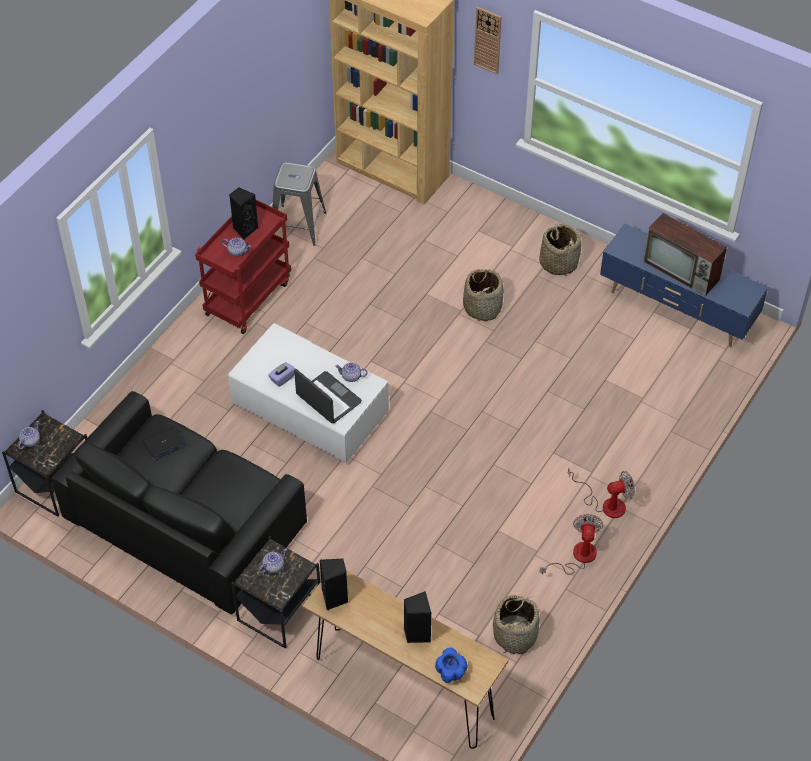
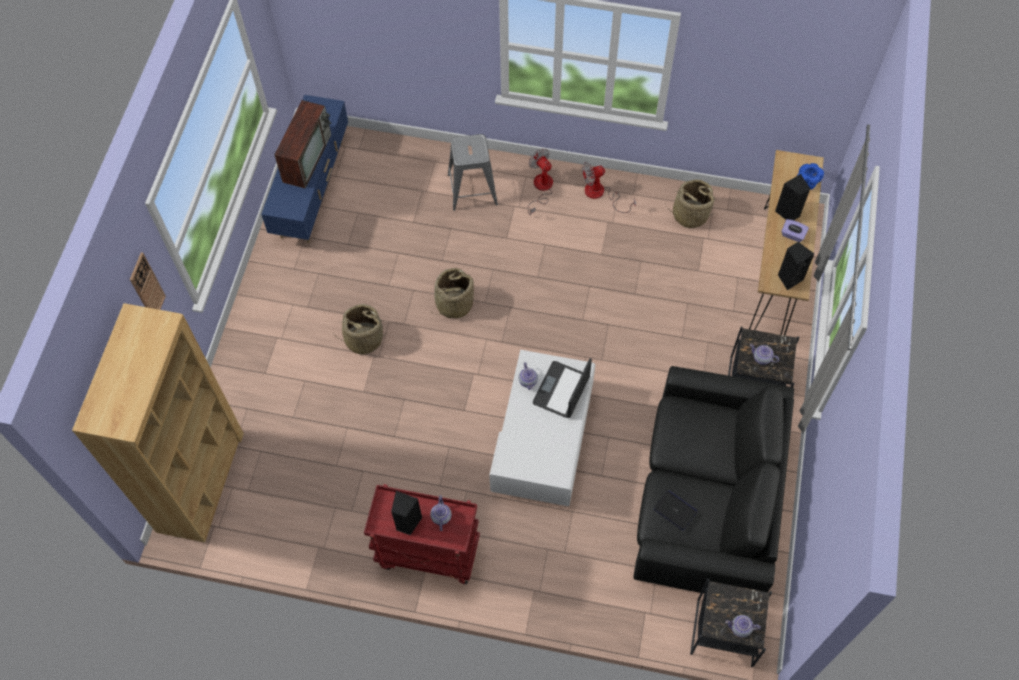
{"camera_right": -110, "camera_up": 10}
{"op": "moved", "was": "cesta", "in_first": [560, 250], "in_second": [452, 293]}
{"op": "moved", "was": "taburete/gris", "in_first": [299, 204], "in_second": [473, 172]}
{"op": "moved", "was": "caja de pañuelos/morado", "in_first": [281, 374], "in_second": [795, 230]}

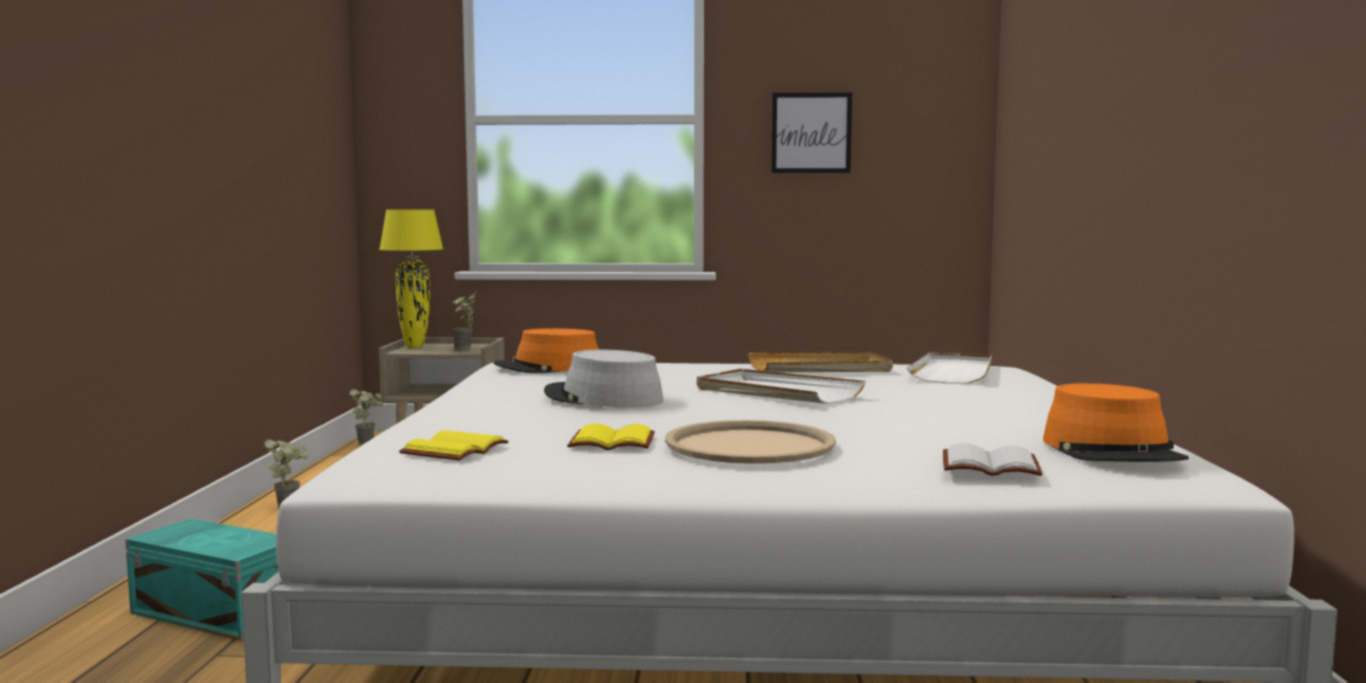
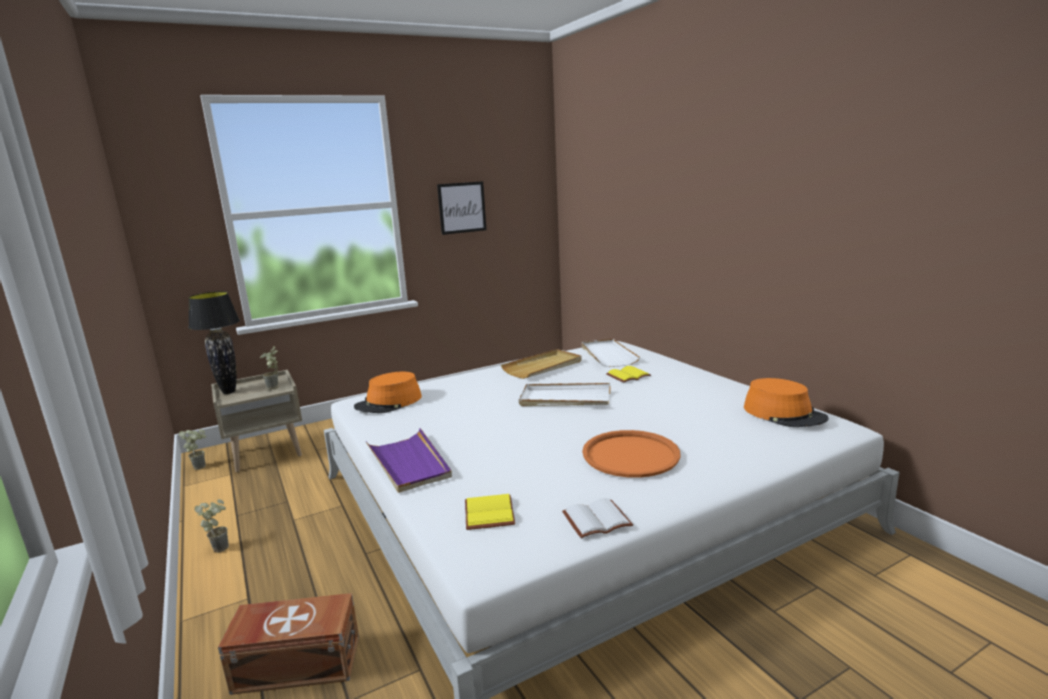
{"camera_right": -30, "camera_up": 10}
{"op": "recoloured", "was": "lámpara de mesa/amarillo", "now": "lámpara de mesa/negro", "in_first": [411, 279], "in_second": [214, 342]}
{"op": "recoloured", "was": "caja de almacenaje/turquesa", "now": "caja de almacenaje/marrón", "in_first": [202, 579], "in_second": [288, 644]}
{"op": "added", "now": "bandeja/morado", "in_second": [408, 460]}
{"op": "moved", "was": "libro/blanco", "in_first": [992, 459], "in_second": [597, 518]}
{"op": "recoloured", "was": "bandeja/beis", "now": "bandeja/naranja", "in_first": [750, 442], "in_second": [631, 454]}
{"op": "moved", "was": "libro/amarillo", "in_first": [611, 437], "in_second": [628, 374]}
{"op": "removed", "was": "sombrero/gris", "in_first": [604, 378]}

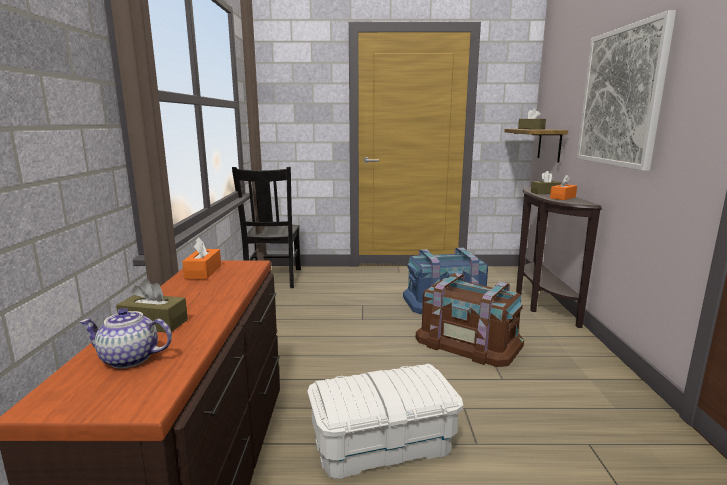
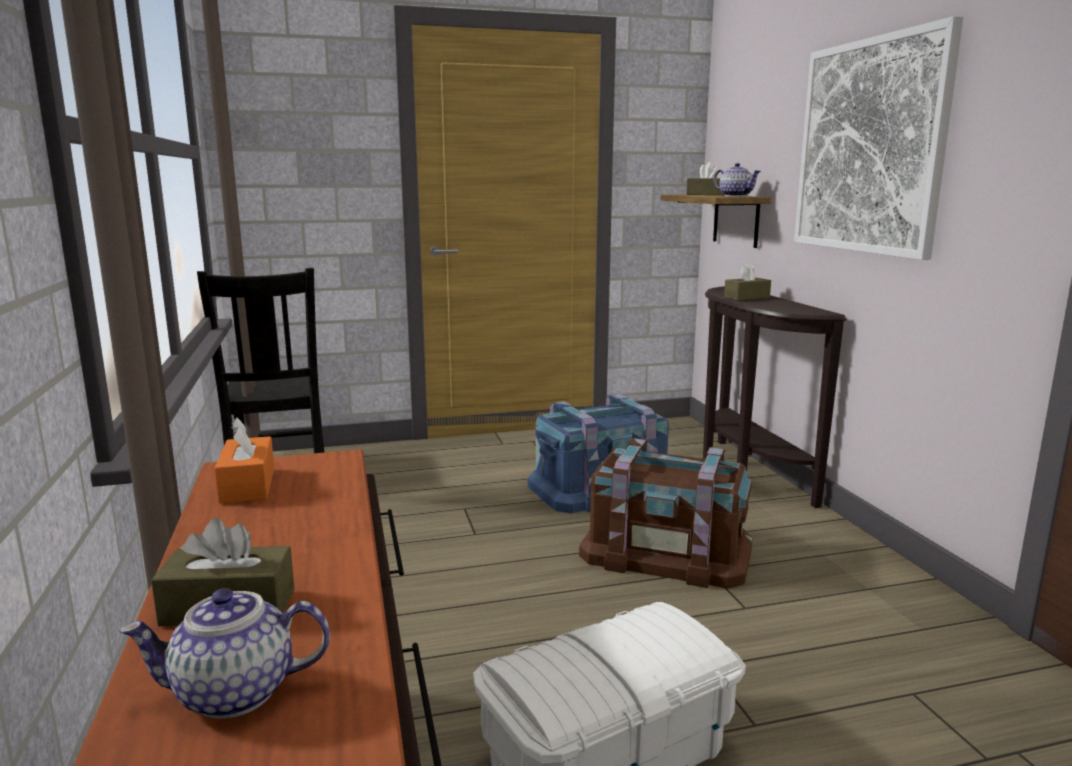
{"camera_right": -15, "camera_up": 0}
{"op": "added", "now": "tetera", "in_second": [737, 179]}
{"op": "removed", "was": "caja de pañuelos/naranja", "in_first": [563, 187]}

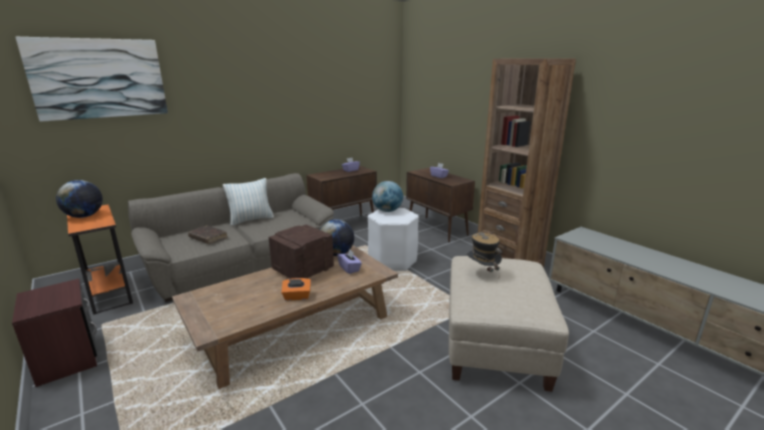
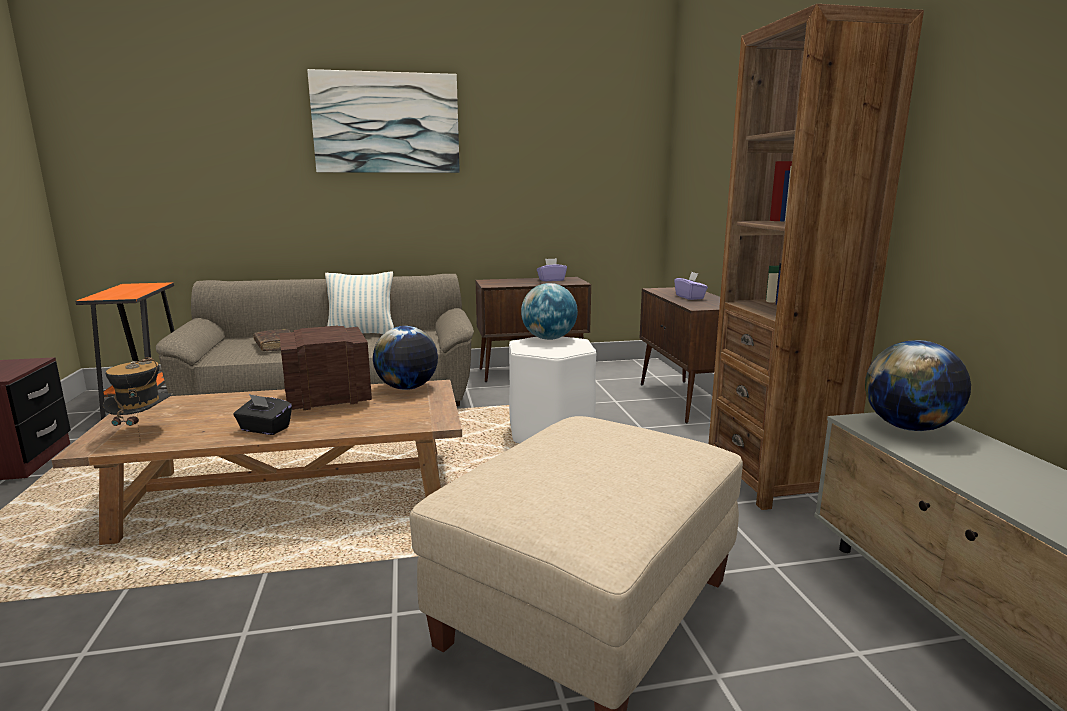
{"camera_right": 25, "camera_up": -5}
{"op": "moved", "was": "sombrero", "in_first": [484, 253], "in_second": [137, 400]}
{"op": "recoloured", "was": "caja de pañuelos/naranja", "now": "caja de pañuelos/negro", "in_first": [296, 289], "in_second": [262, 414]}
{"op": "moved", "was": "cuadro", "in_first": [92, 79], "in_second": [383, 121]}
{"op": "moved", "was": "globo terráqueo", "in_first": [79, 199], "in_second": [918, 385]}
{"op": "removed", "was": "caja de pañuelos/morado", "in_first": [349, 261]}

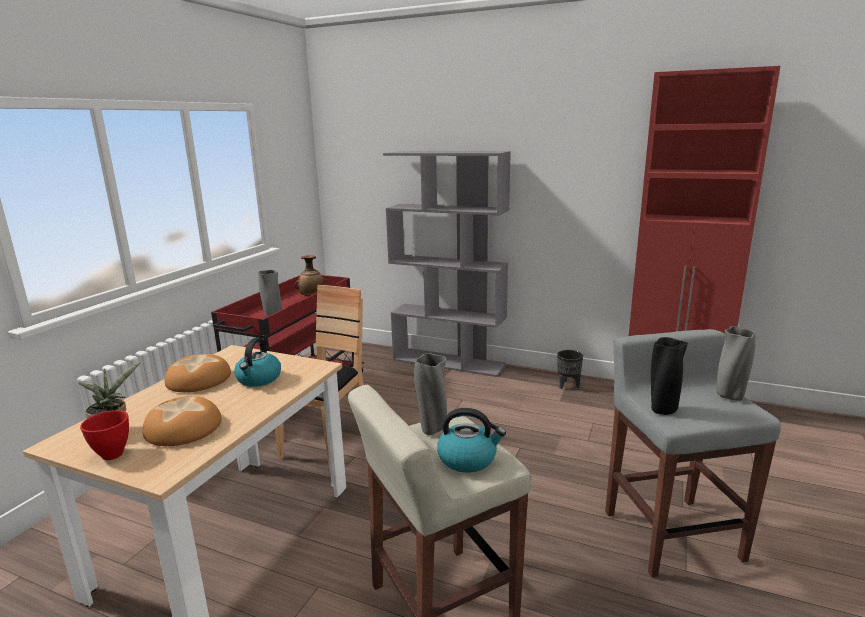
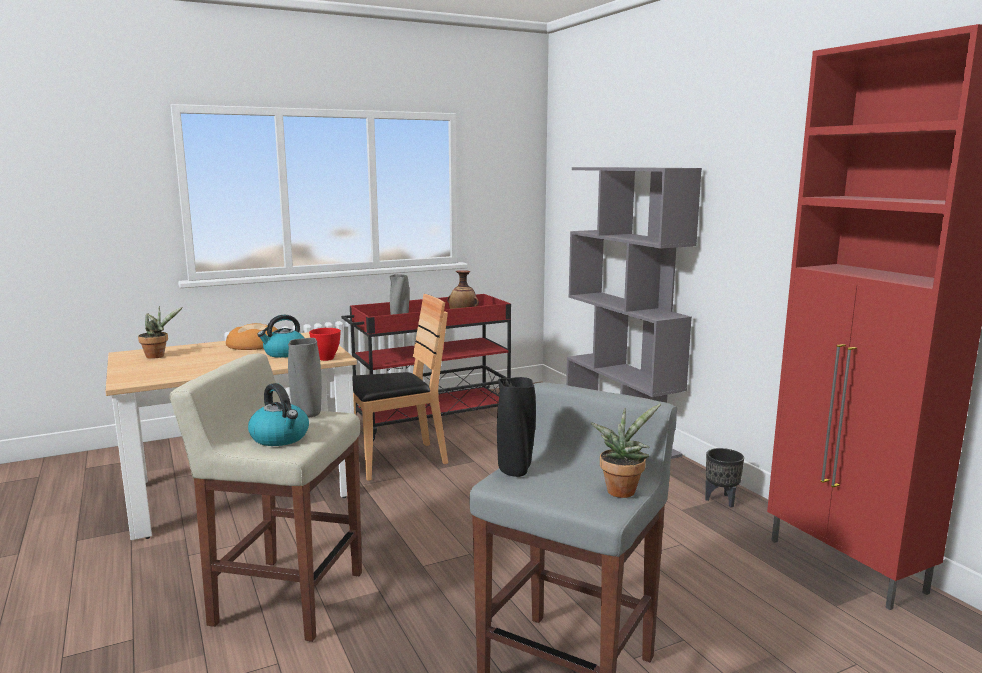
{"camera_right": 40, "camera_up": -5}
{"op": "moved", "was": "cuenco/rojo", "in_first": [104, 435], "in_second": [325, 344]}
{"op": "replaced", "was": "florero/gris", "now": "planta en maceta", "in_first": [736, 363], "in_second": [626, 451]}
{"op": "removed", "was": "pan", "in_first": [182, 421]}

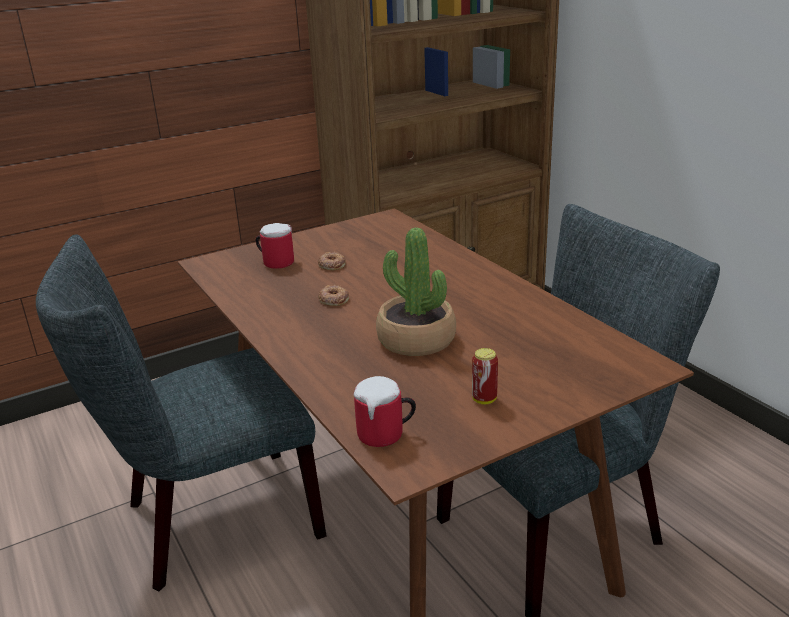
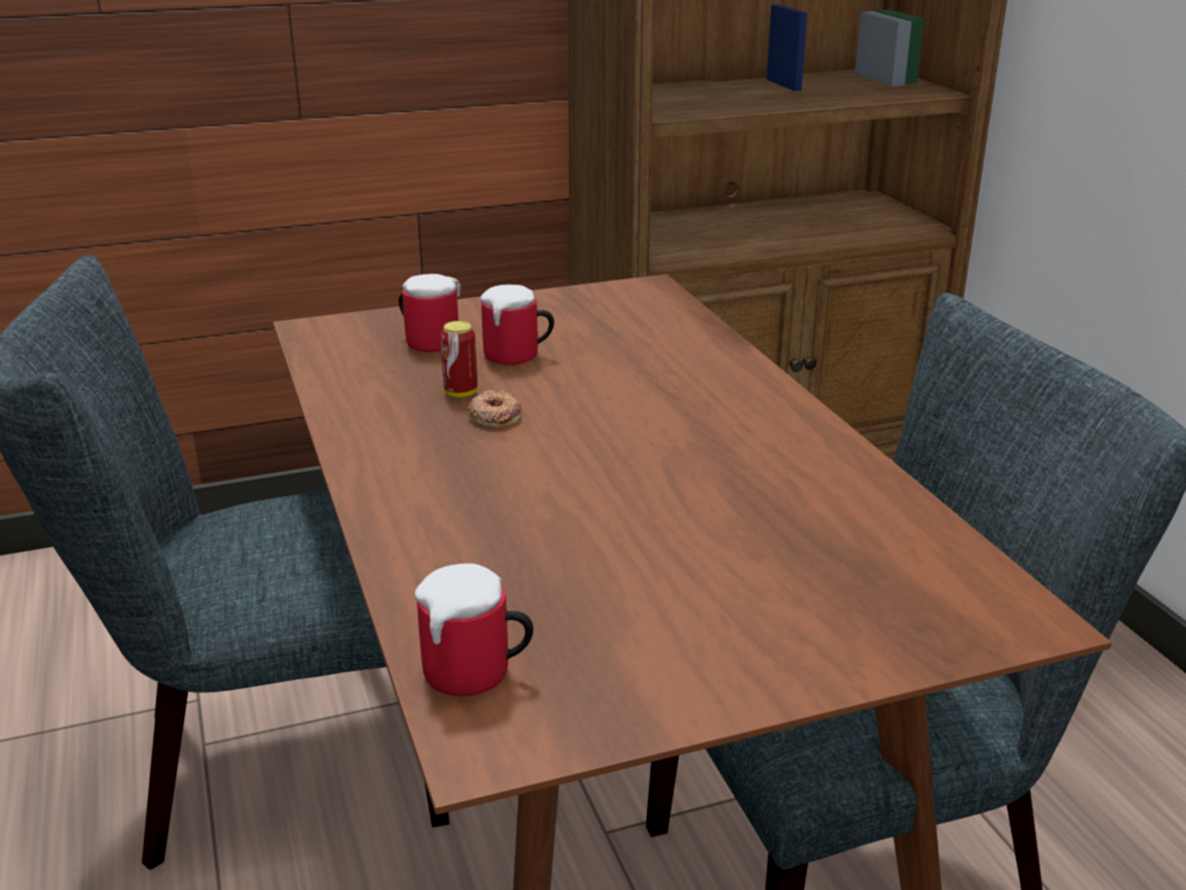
{"camera_right": 10, "camera_up": 0}
{"op": "moved", "was": "lata", "in_first": [485, 376], "in_second": [458, 359]}
{"op": "replaced", "was": "rosquilla", "now": "taza grande", "in_first": [332, 261], "in_second": [517, 325]}
{"op": "removed", "was": "planta en maceta", "in_first": [416, 292]}

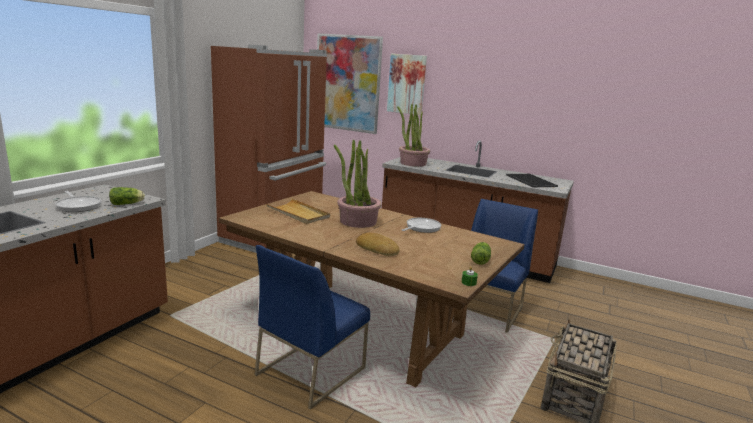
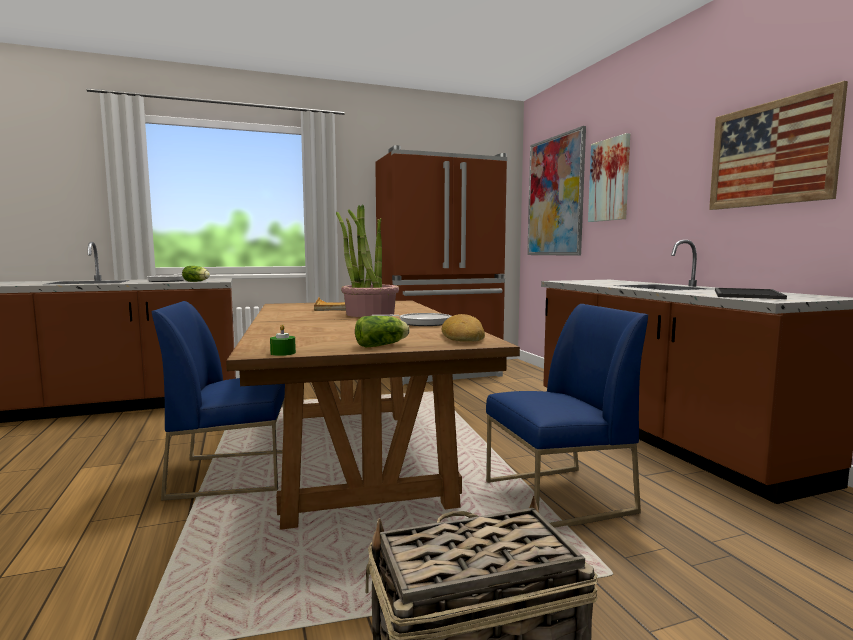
{"camera_right": 45, "camera_up": -10}
{"op": "moved", "was": "pan", "in_first": [377, 244], "in_second": [463, 328]}
{"op": "added", "now": "cuadro", "in_second": [778, 145]}
{"op": "removed", "was": "planta en maceta", "in_first": [413, 135]}

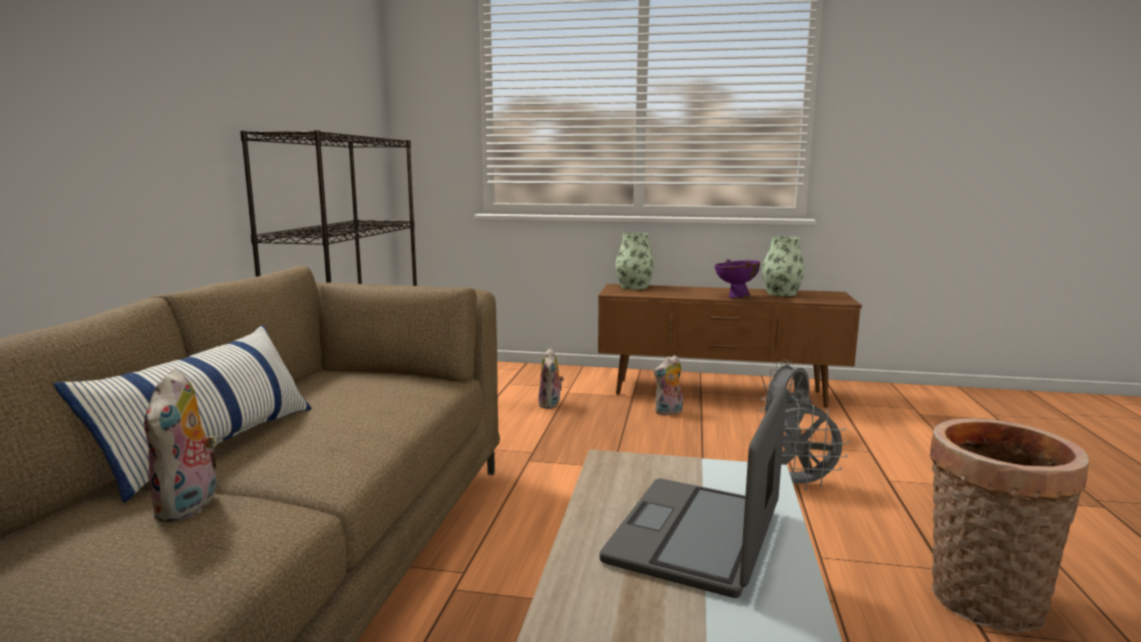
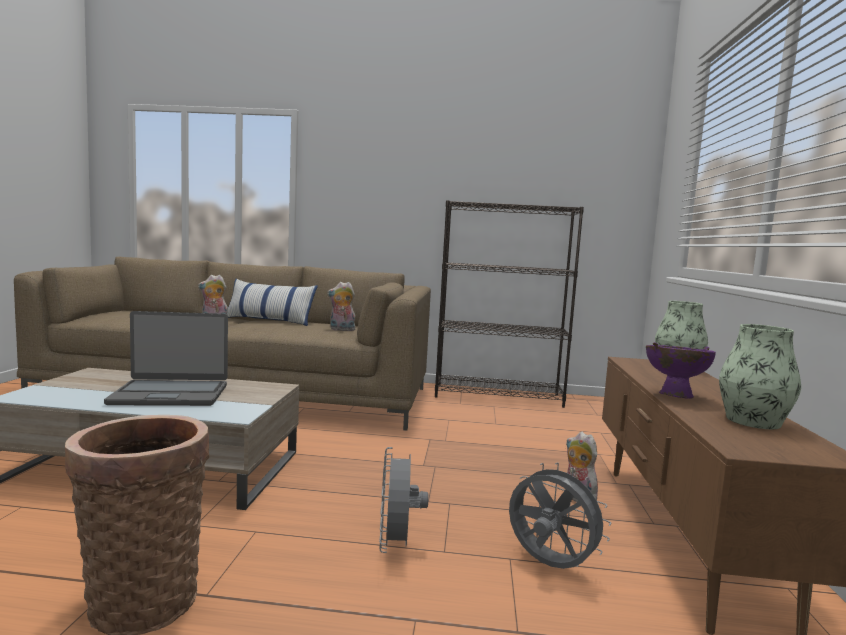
{"camera_right": 85, "camera_up": -5}
{"op": "turned", "was": "portátil", "in_first": [693, 491], "in_second": [166, 358], "clockwise": 150}
{"op": "moved", "was": "peluche", "in_first": [551, 378], "in_second": [341, 306]}

